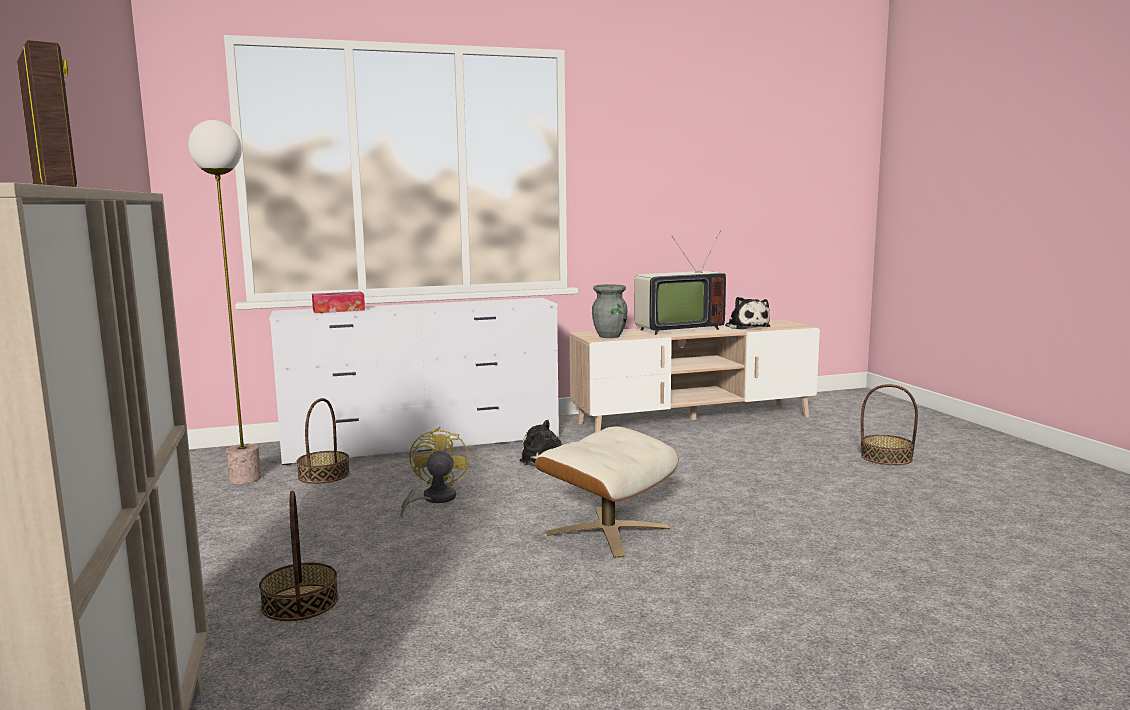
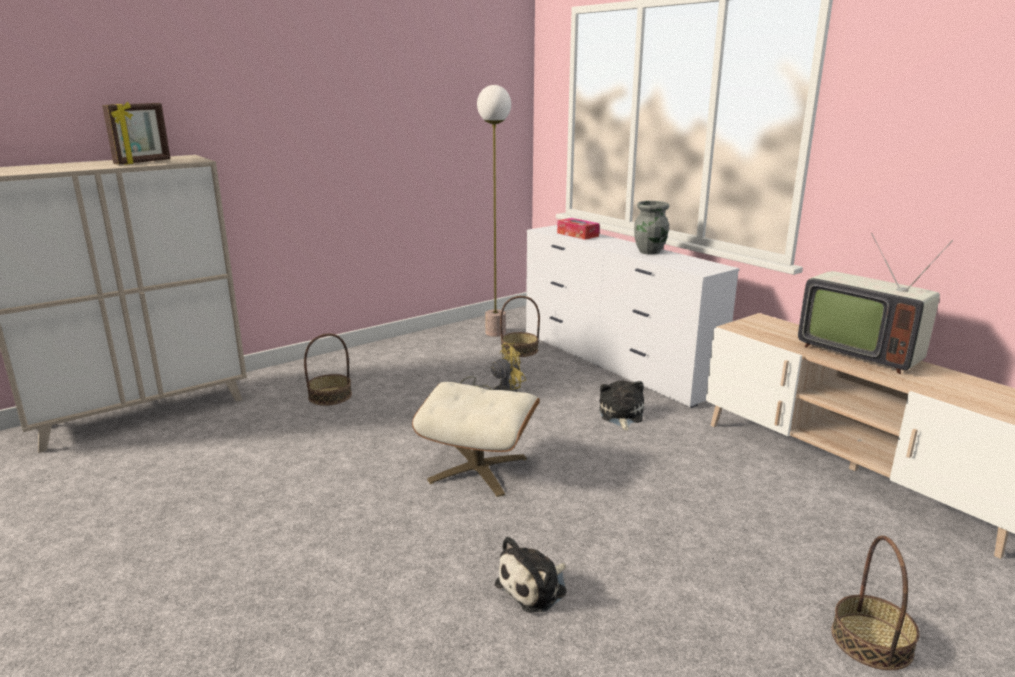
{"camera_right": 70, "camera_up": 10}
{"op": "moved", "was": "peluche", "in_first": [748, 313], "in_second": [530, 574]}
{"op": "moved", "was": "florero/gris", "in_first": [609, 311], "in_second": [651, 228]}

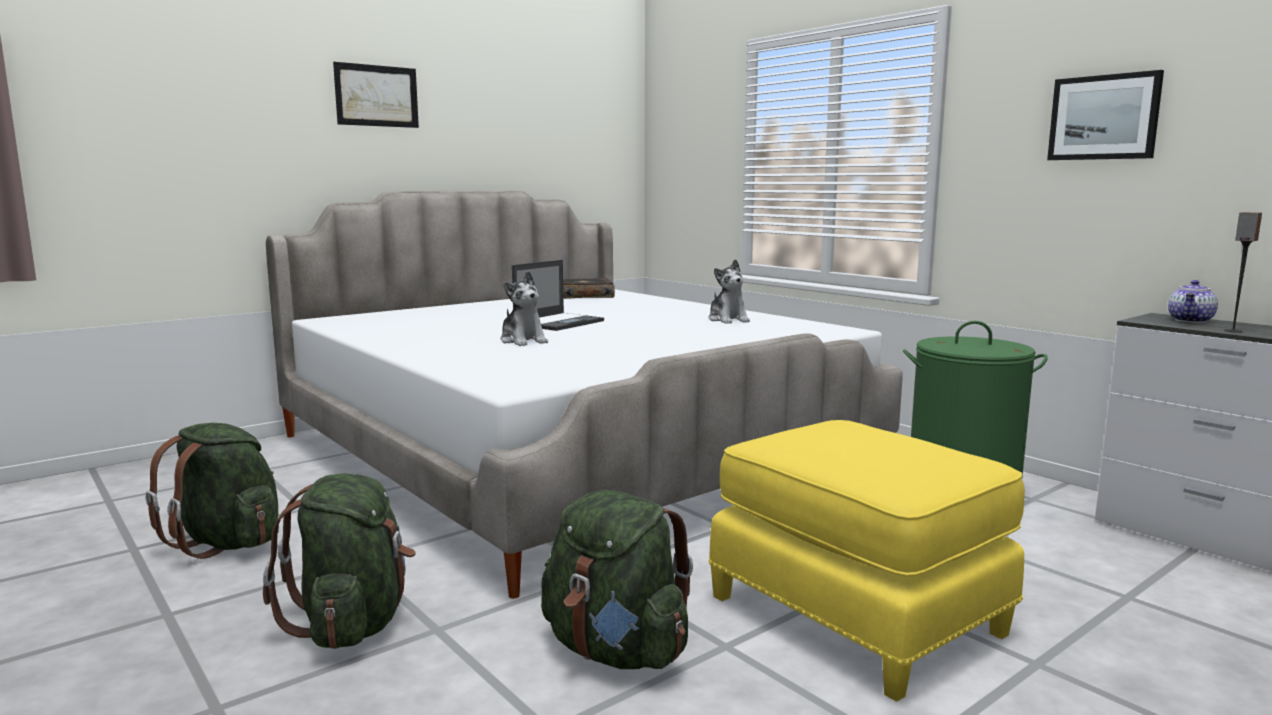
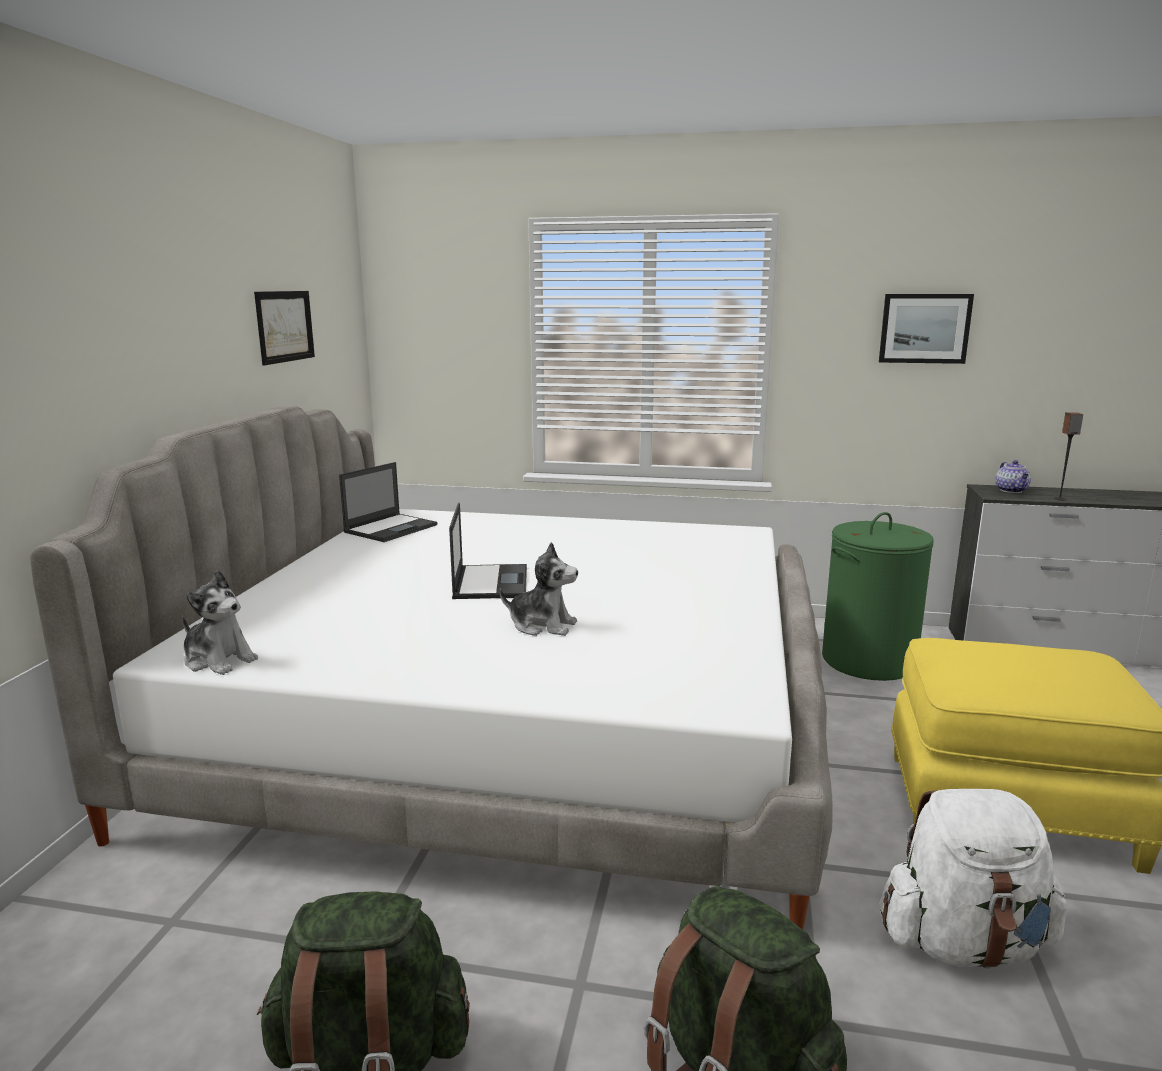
{"camera_right": -40, "camera_up": 5}
{"op": "moved", "was": "peluche", "in_first": [729, 291], "in_second": [220, 622]}
{"op": "moved", "was": "cuadro", "in_first": [376, 95], "in_second": [284, 328]}
{"op": "replaced", "was": "libro", "now": "portátil", "in_first": [589, 288], "in_second": [388, 502]}
{"op": "recoloured", "was": "mochila/verde", "now": "mochila/blanco", "in_first": [617, 579], "in_second": [973, 879]}

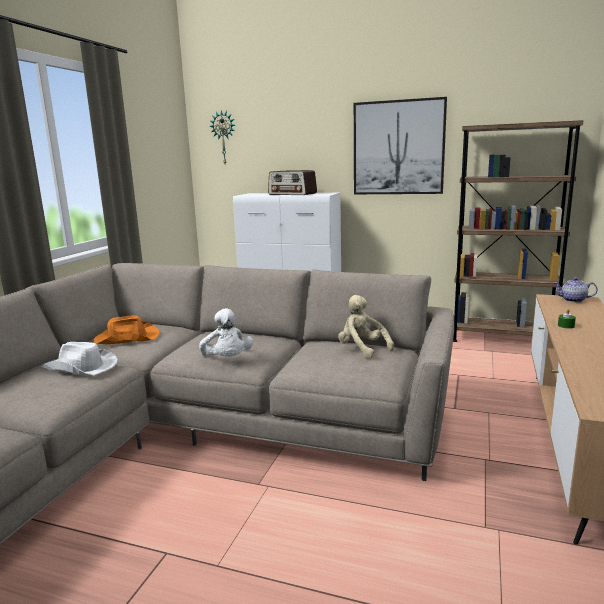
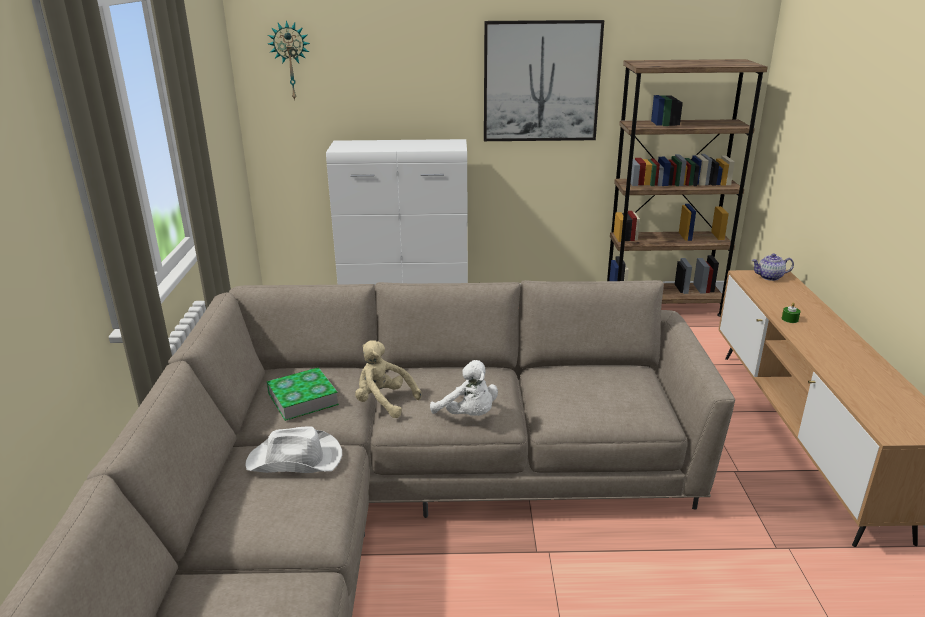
{"camera_right": -20, "camera_up": 10}
{"op": "replaced", "was": "sombrero/naranja", "now": "libro", "in_first": [126, 329], "in_second": [302, 394]}
{"op": "moved", "was": "peluche/beis", "in_first": [366, 326], "in_second": [388, 379]}
{"op": "removed", "was": "radio", "in_first": [292, 182]}

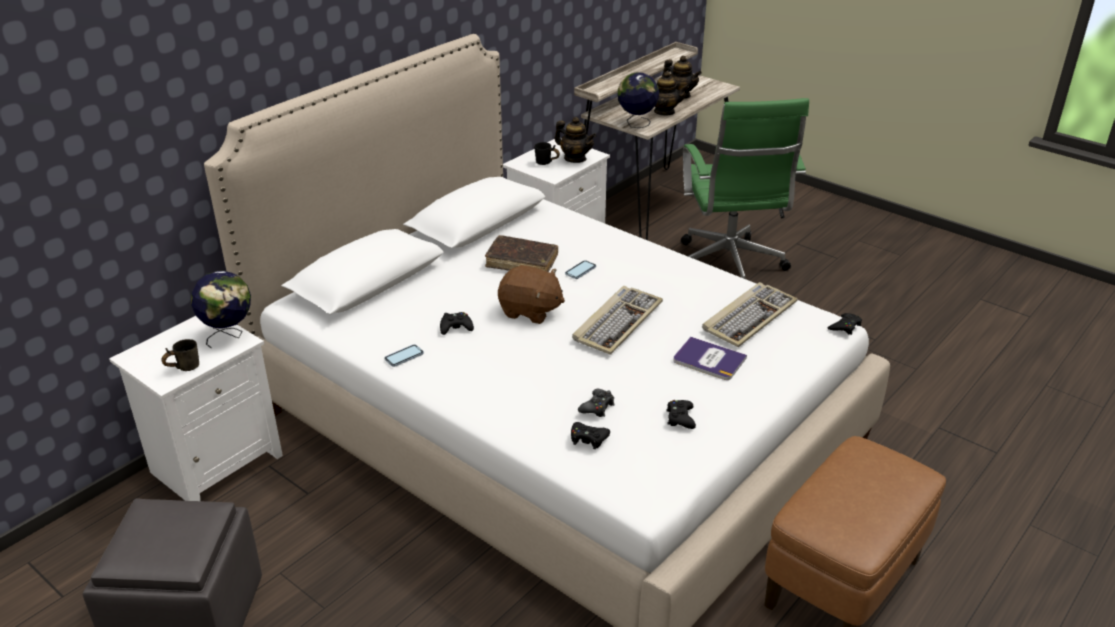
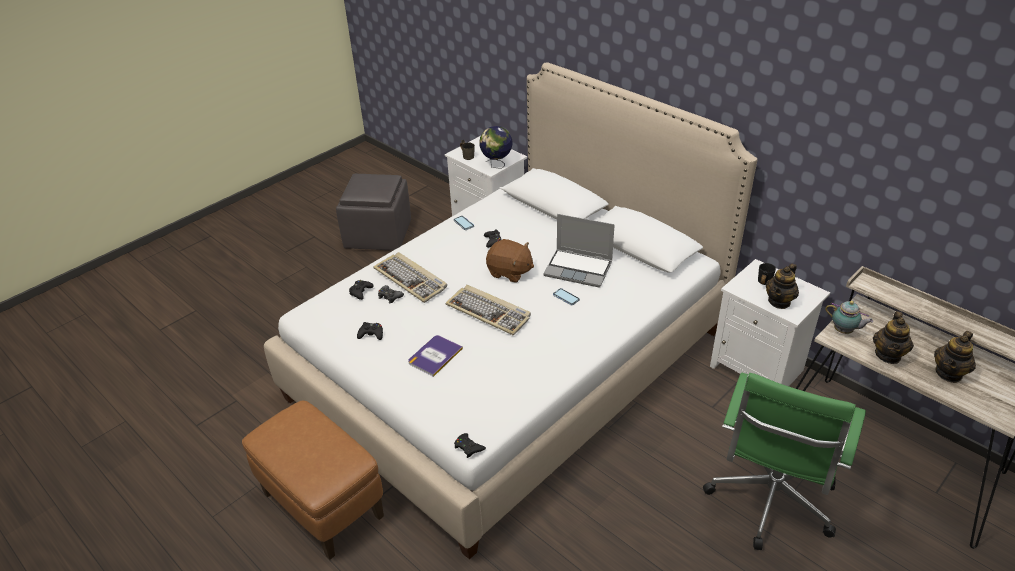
{"camera_right": 95, "camera_up": 5}
{"op": "moved", "was": "teclado", "in_first": [750, 314], "in_second": [410, 277]}
{"op": "turned", "was": "peluche/marrón", "in_first": [531, 294], "in_second": [510, 261], "clockwise": -90}
{"op": "replaced", "was": "libro/marrón", "now": "portátil", "in_first": [521, 253], "in_second": [579, 250]}
{"op": "turned", "was": "silla de oficina/verde", "in_first": [745, 188], "in_second": [784, 461], "clockwise": -60}
{"op": "replaced", "was": "globo terráqueo", "now": "tetera", "in_first": [638, 100], "in_second": [849, 317]}

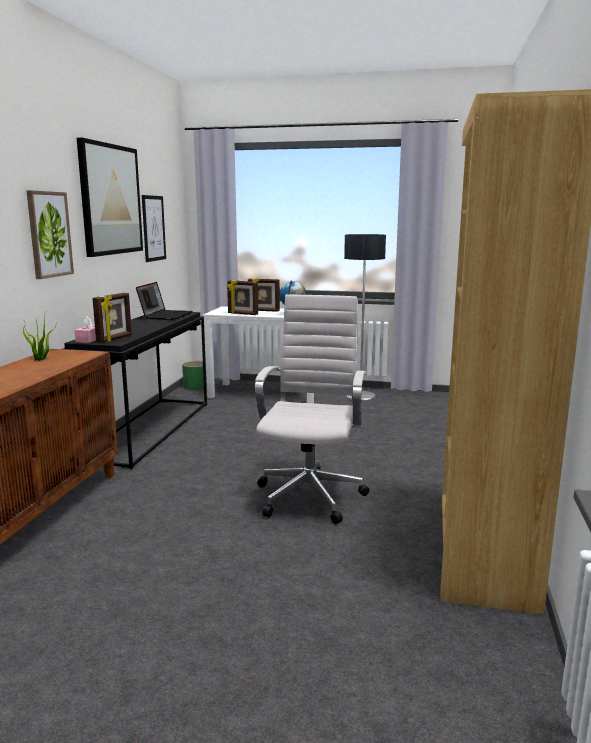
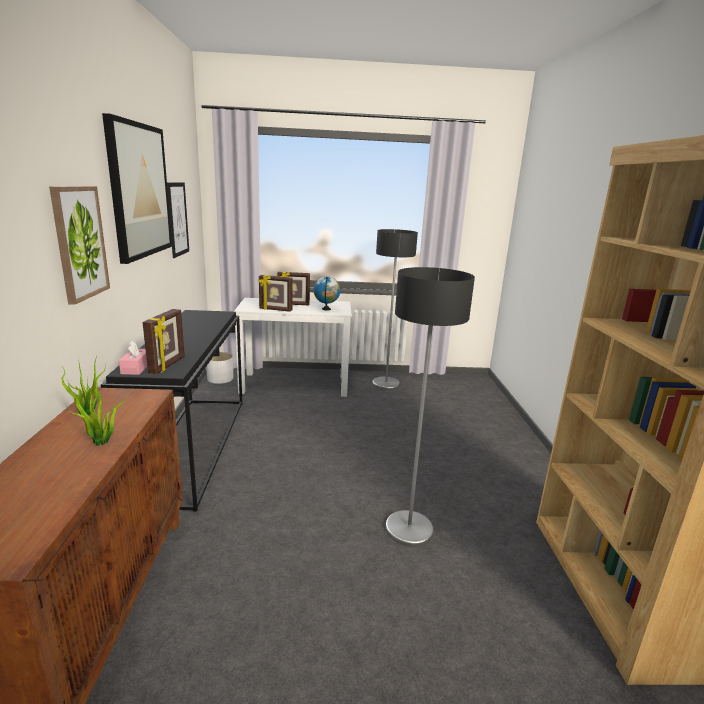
{"camera_right": -15, "camera_up": 5}
{"op": "added", "now": "planta en maceta", "in_second": [95, 412]}
{"op": "recoloured", "was": "maceta/verde", "now": "maceta/blanco", "in_first": [194, 375], "in_second": [219, 368]}
{"op": "replaced", "was": "silla de oficina/blanco", "now": "lámpara de pie", "in_first": [312, 409], "in_second": [430, 407]}
{"op": "removed", "was": "portátil", "in_first": [164, 301]}

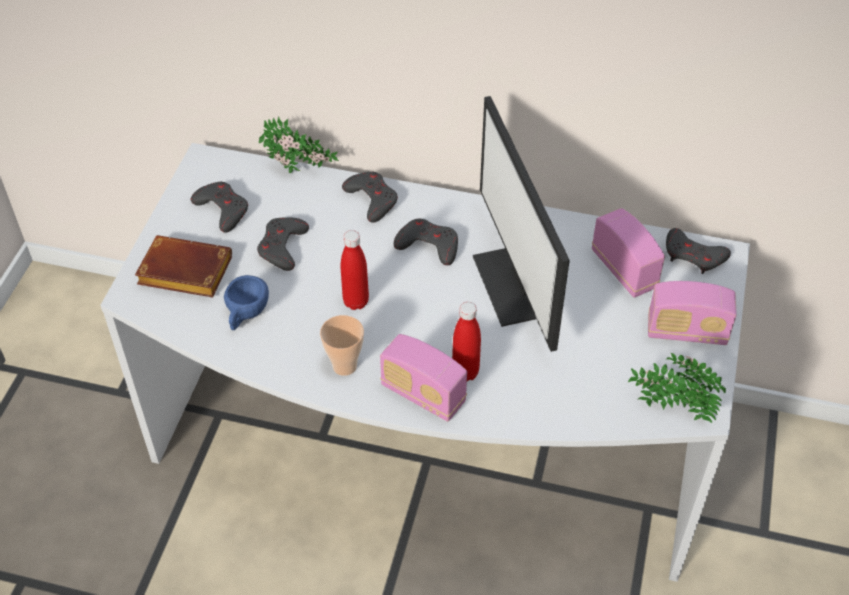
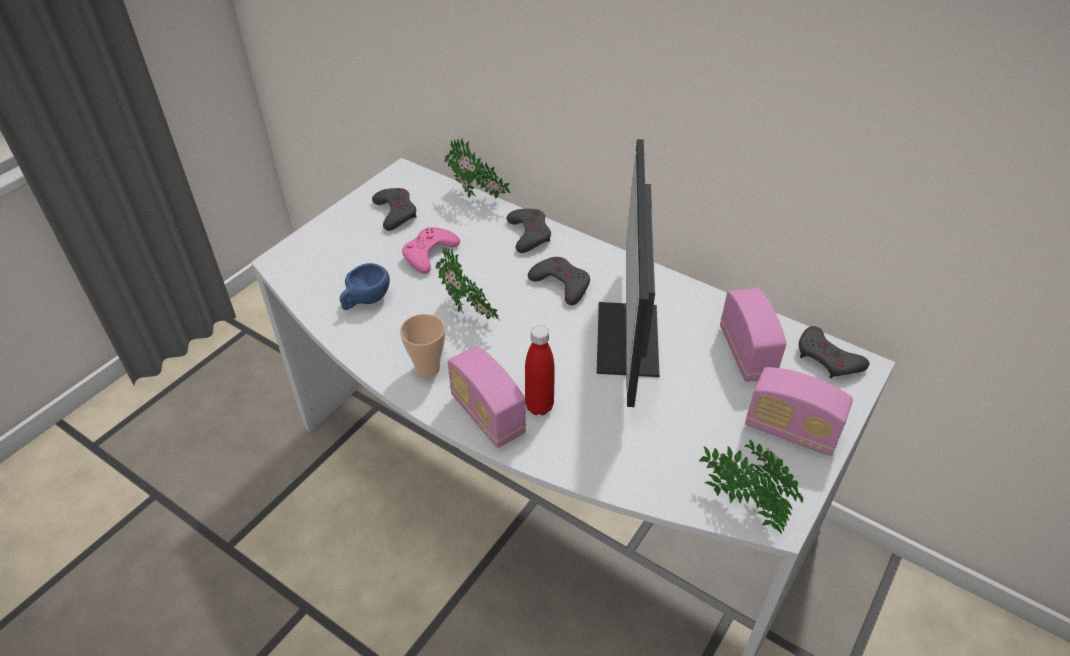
{"camera_right": 20, "camera_up": -5}
{"op": "recoloured", "was": "mando de consola/gris", "now": "mando de consola/rosa", "in_first": [283, 244], "in_second": [431, 250]}
{"op": "replaced", "was": "botella/rojo", "now": "planta en maceta", "in_first": [355, 270], "in_second": [467, 283]}
{"op": "removed", "was": "libro/marrón", "in_first": [183, 266]}

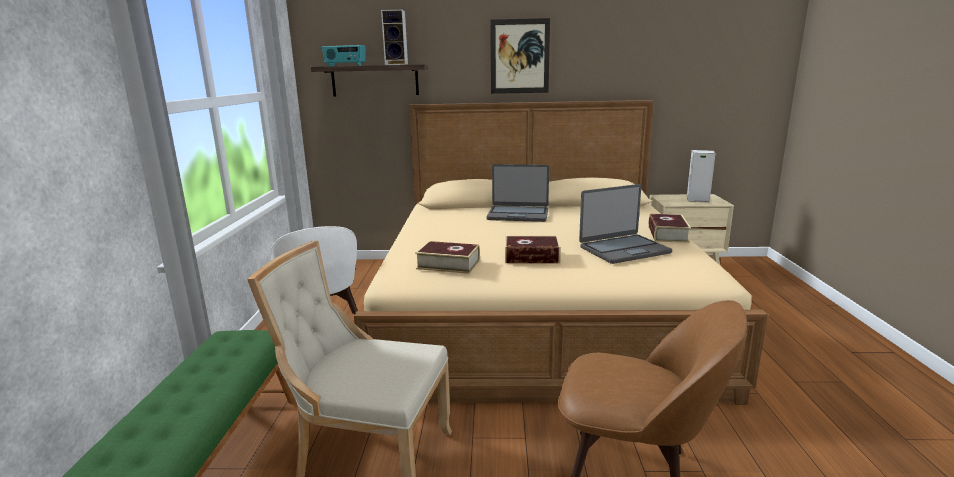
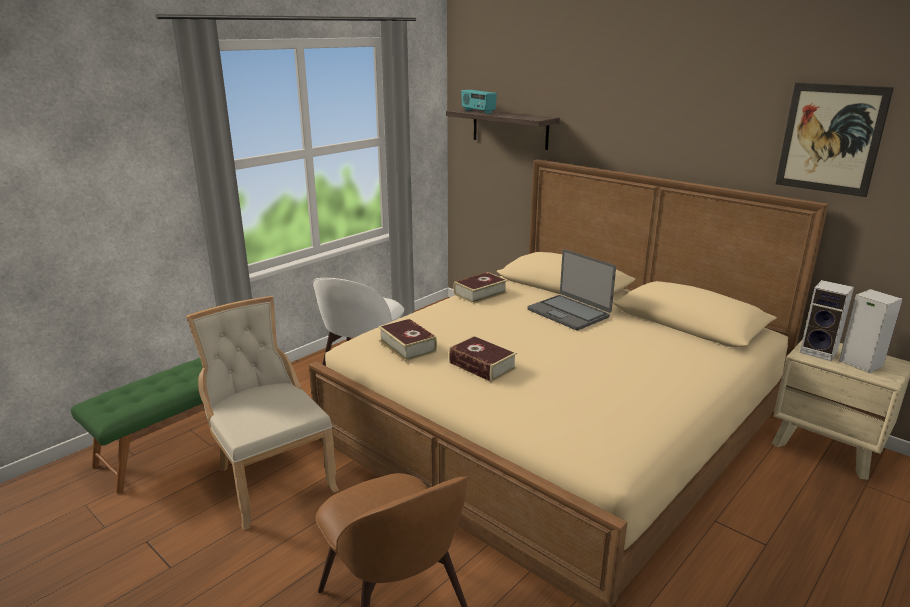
{"camera_right": 40, "camera_up": 5}
{"op": "moved", "was": "libro", "in_first": [670, 228], "in_second": [480, 288]}
{"op": "moved", "was": "cuadro", "in_first": [520, 56], "in_second": [834, 139]}
{"op": "moved", "was": "altavoz", "in_first": [394, 37], "in_second": [827, 320]}
{"op": "removed", "was": "portátil", "in_first": [625, 224]}

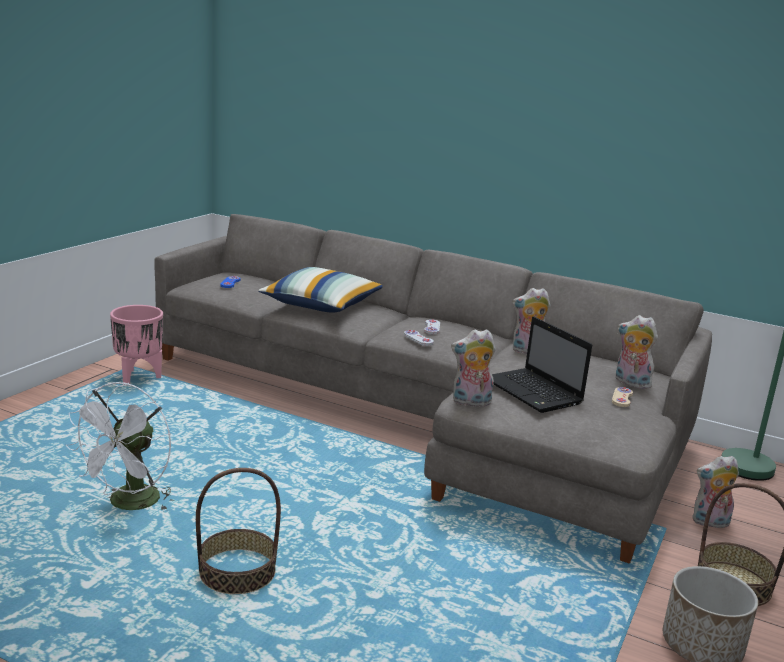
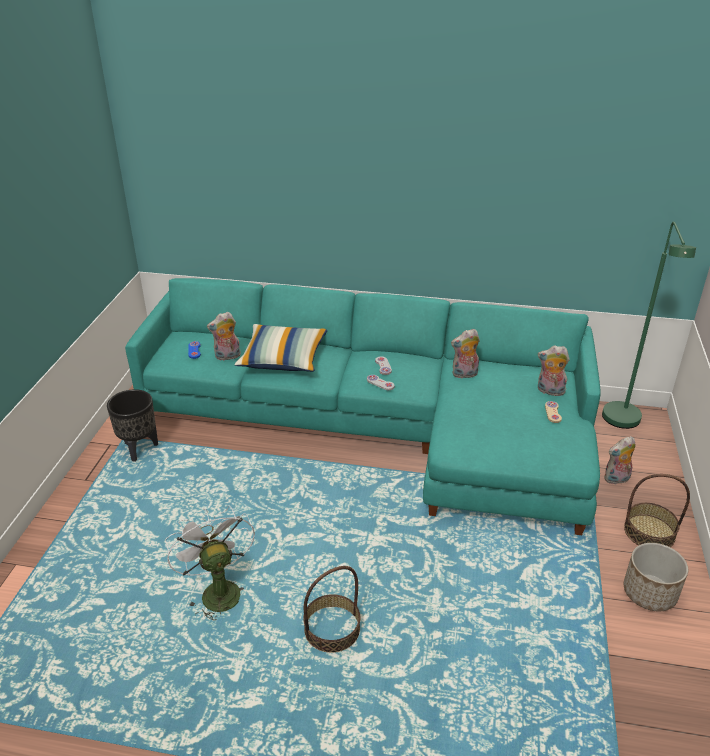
{"camera_right": -15, "camera_up": 15}
{"op": "recoloured", "was": "maceta/rosa", "now": "maceta/negro", "in_first": [136, 345], "in_second": [132, 425]}
{"op": "recoloured", "was": "sofá/gris", "now": "sofá/turquesa", "in_first": [433, 389], "in_second": [363, 406]}
{"op": "turned", "was": "ventilador/blanco", "in_first": [120, 446], "in_second": [210, 562], "clockwise": 150}
{"op": "moved", "was": "peluche", "in_first": [473, 368], "in_second": [224, 336]}
{"op": "removed", "was": "portátil", "in_first": [542, 365]}

